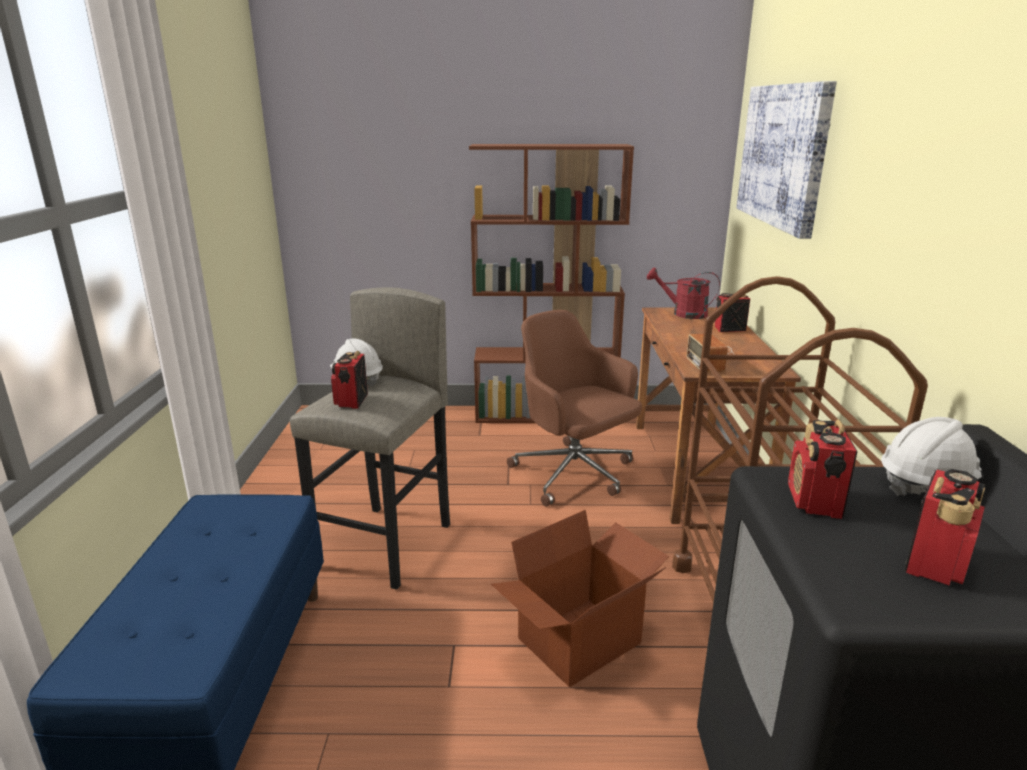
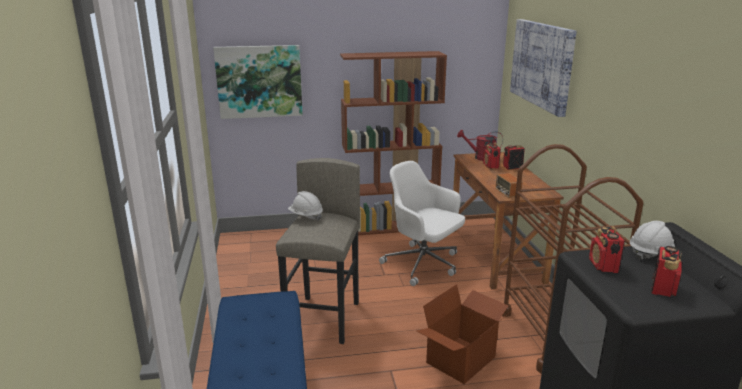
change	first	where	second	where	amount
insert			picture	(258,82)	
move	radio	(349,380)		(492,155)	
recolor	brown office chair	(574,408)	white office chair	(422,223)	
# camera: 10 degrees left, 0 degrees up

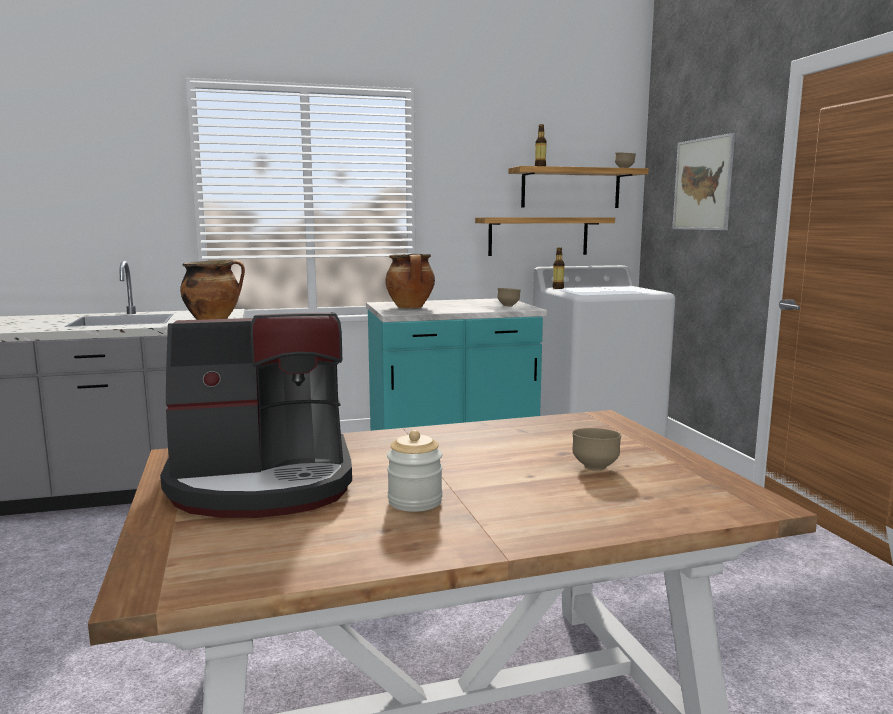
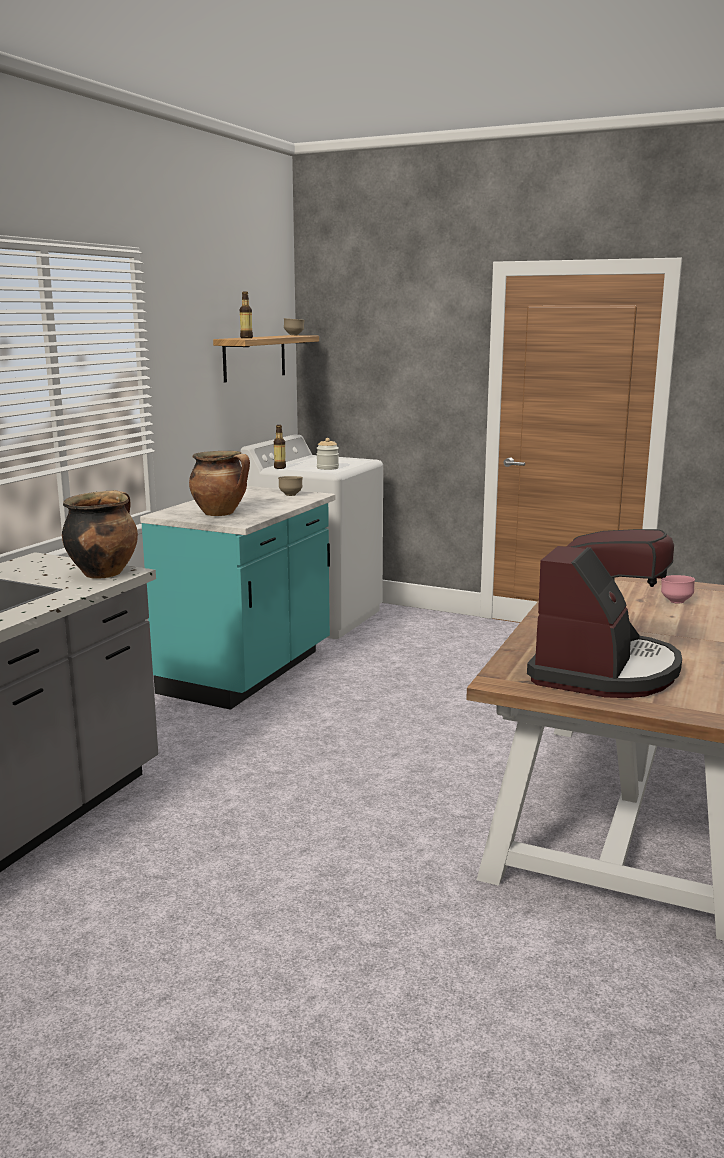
change	first	where	second	where	amount
delete	shelf	(545,236)			
delete	picture	(703,181)			
move	jar	(415,471)		(327,454)	
recolor	brown bowl	(597,449)	pink bowl	(678,589)	
# camera: 50 degrees left, 5 degrees up

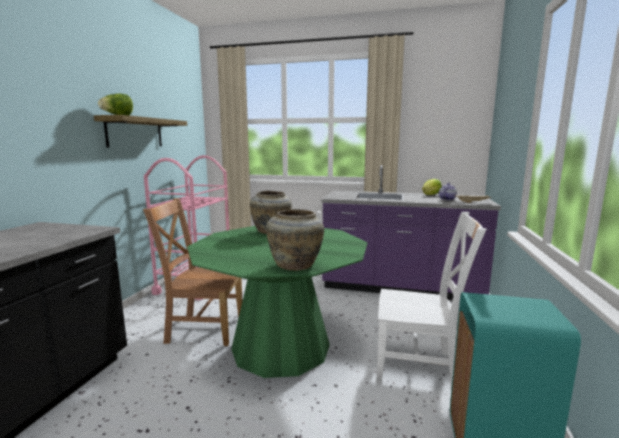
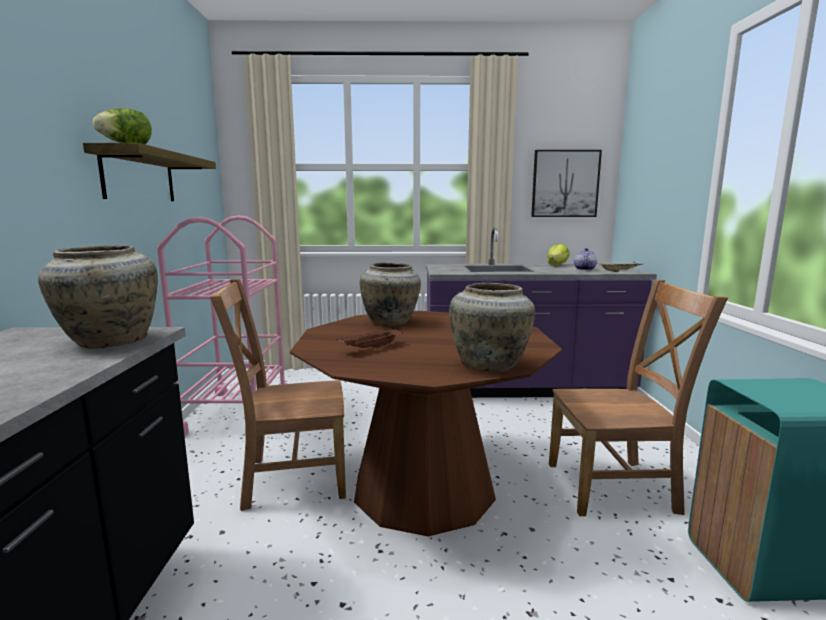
change	first	where	second	where	amount
insert			beige vase	(98,297)	
insert			brown tray	(370,338)	
insert			picture	(566,183)	
recolor	green dining table	(277,302)	brown dining table	(426,423)	
recolor	white chair	(431,300)	brown chair	(638,397)	
# camera: 15 degrees left, 0 degrees up

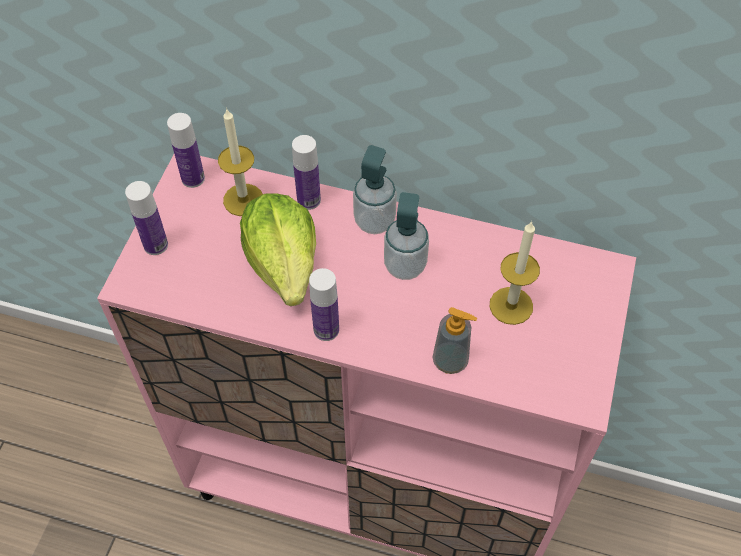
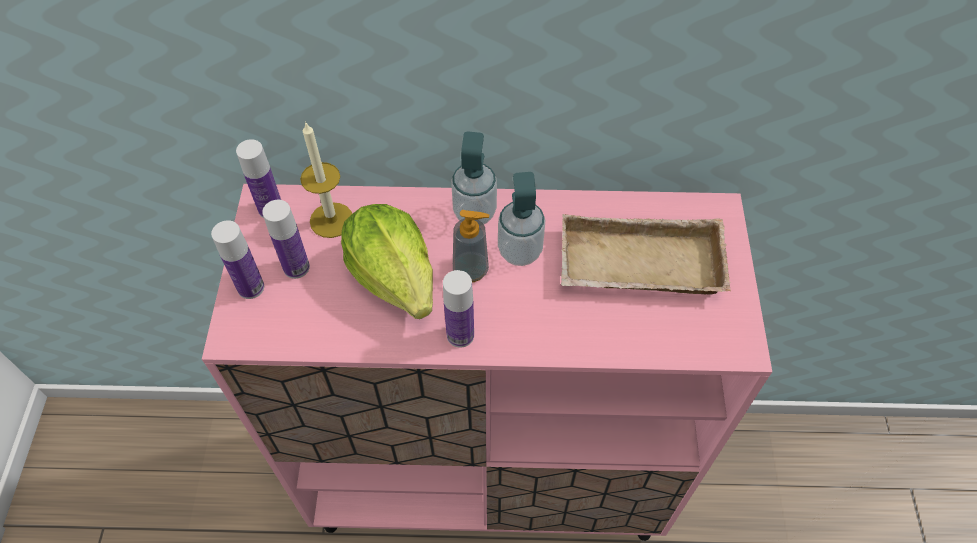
change	first	where	second	where	amount
move	bottle	(306,172)		(286,239)	
move	soap dispenser	(454,340)		(471,246)	
replace	candle	(515,273)	beige tray	(646,254)	
# camera: 15 degrees left, 0 degrees up

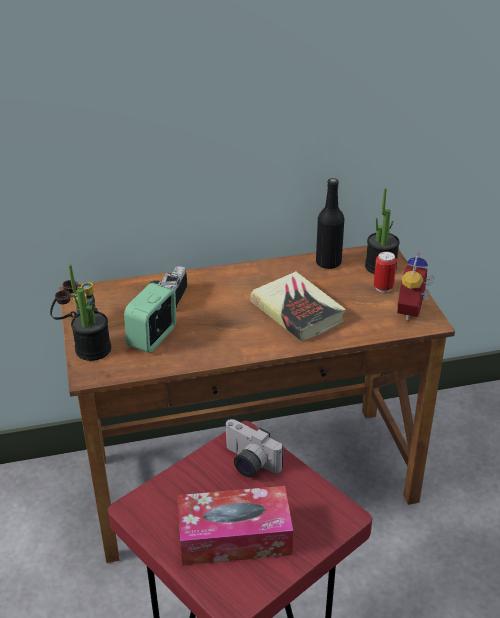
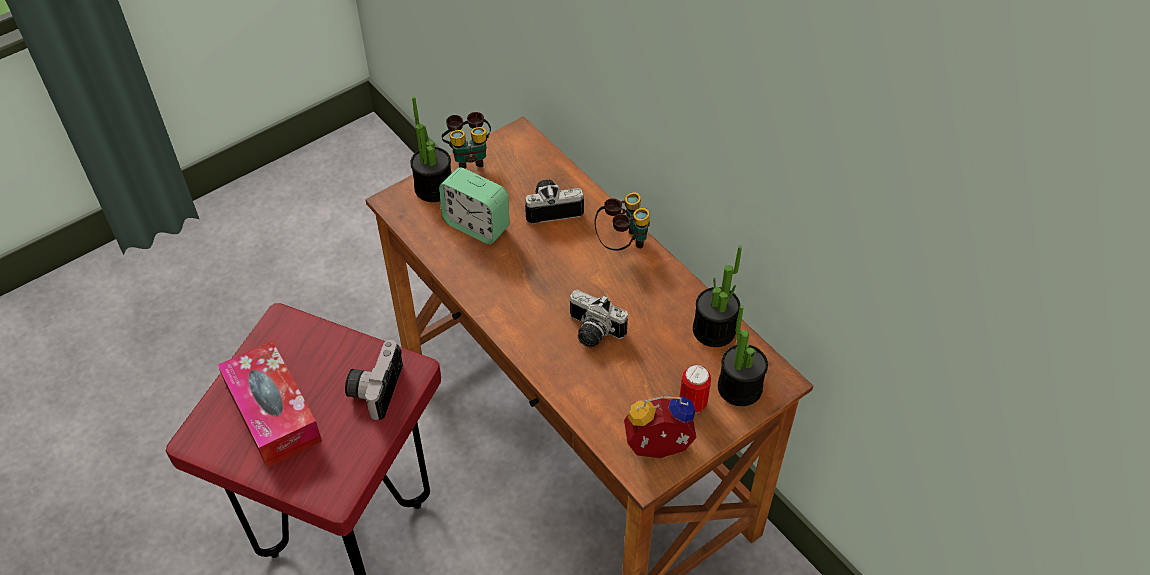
change	first	where	second	where	amount
insert			binoculars	(622,221)	
replace	book	(298,306)	photo camera	(598,319)	
replace	black bottle	(330,223)	potted plant	(717,296)	
rotate	alarm clock	(150,318)		(474,205)	150 degrees counterclockwise
# camera: 65 degrees right, 15 degrees up

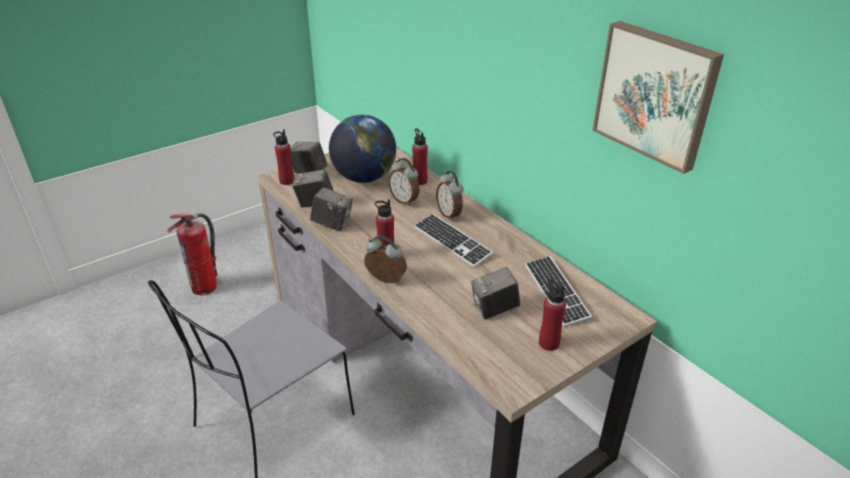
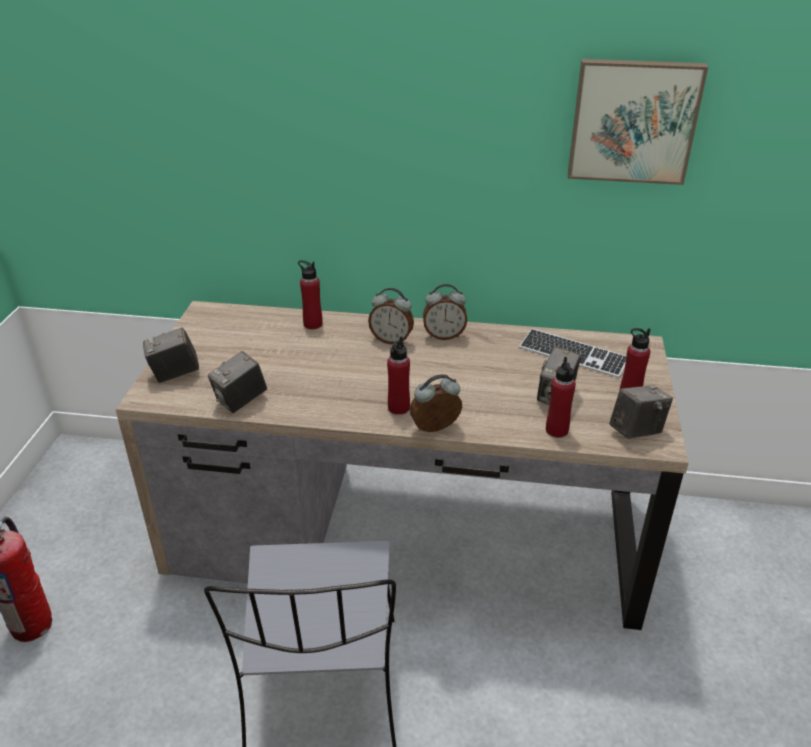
change	first	where	second	where	amount
delete	globe	(362,149)			
delete	keyboard	(453,240)			
move	red bottle	(283,157)		(561,397)	
move	photo camera	(331,209)		(641,412)	
move	alarm clock	(404,182)		(445,312)	
# camera: 45 degrees left, 0 degrees up

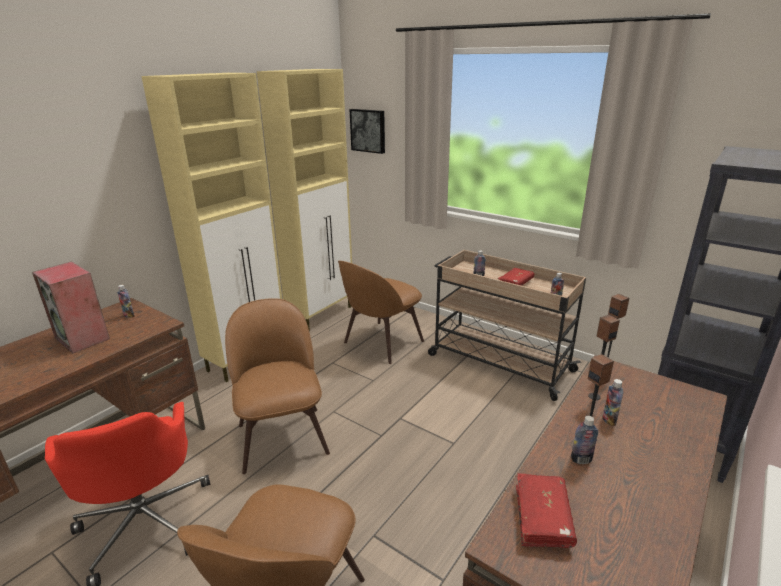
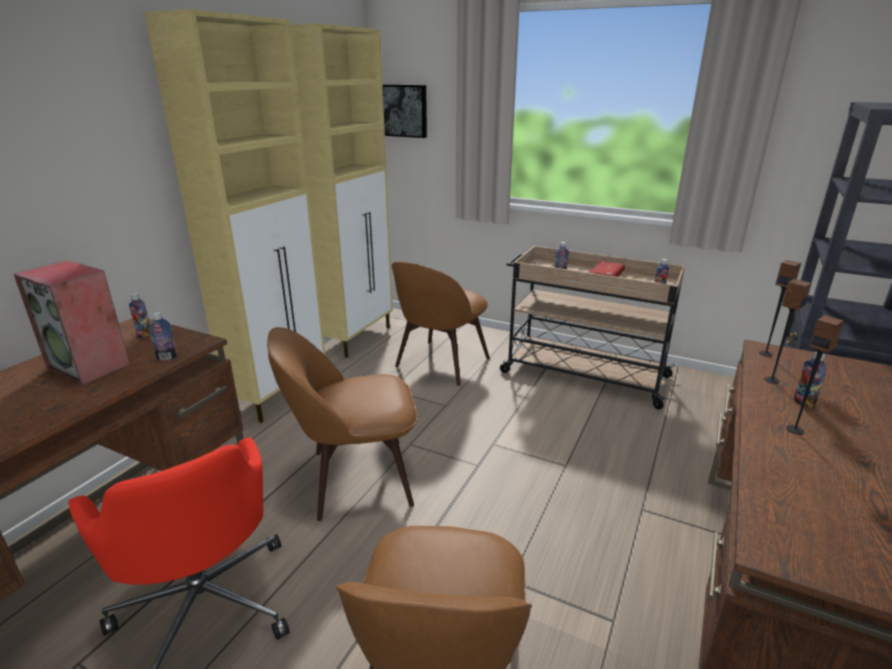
change	first	where	second	where	amount
delete	red book	(546,511)			
move	bottle	(584,440)		(163,336)	
rotate	brown chair	(277,386)		(342,424)	75 degrees counterclockwise
# camera: 10 degrees left, 0 degrees up

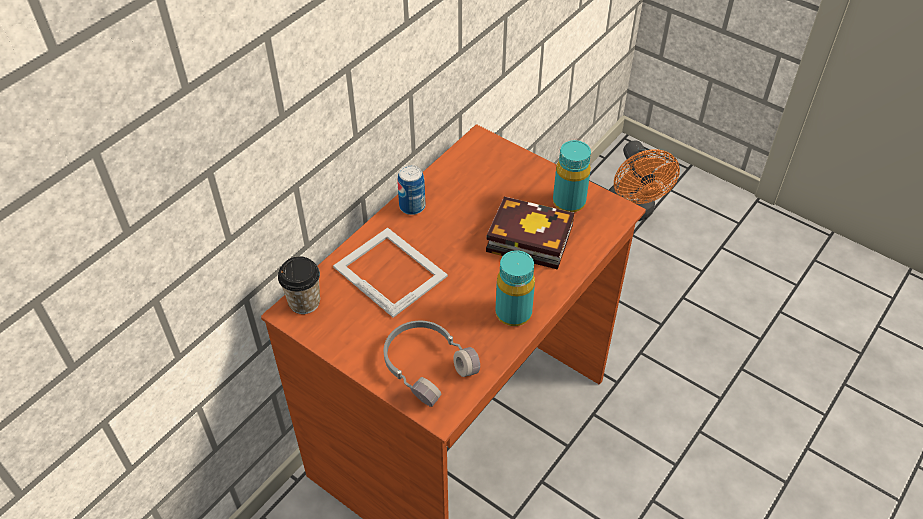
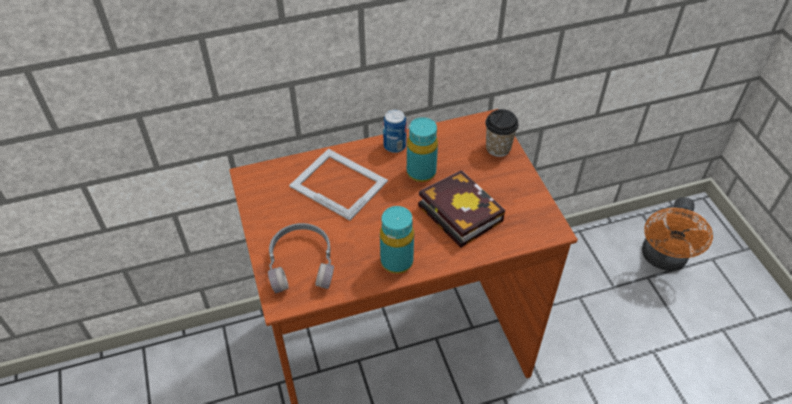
change	first	where	second	where	amount
move	cup	(299,285)		(502,133)	
move	turquoise bottle	(572,176)		(422,149)	
rotate	picture frame	(390,273)		(338,185)	45 degrees counterclockwise
# camera: 35 degrees right, 0 degrees up

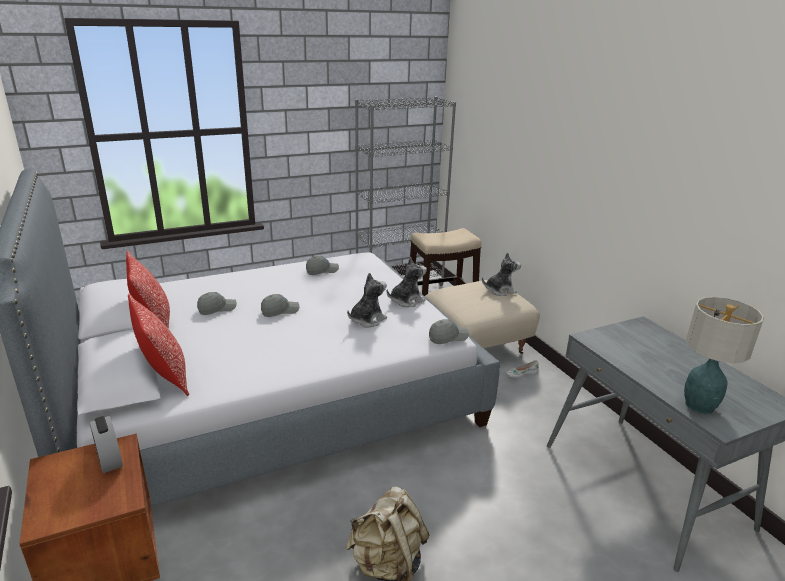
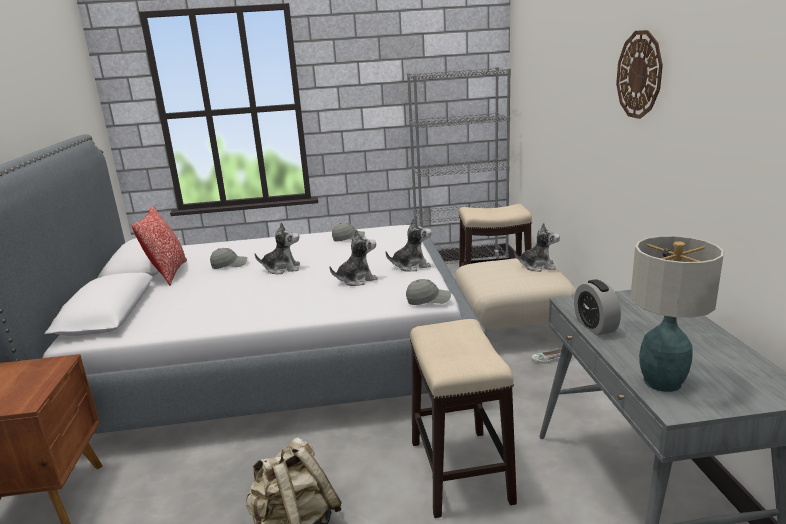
change	first	where	second	where	amount
delete	pillow	(158,345)			
insert			stool	(463,418)	
insert			wall clock	(639,74)	
move	alarm clock	(106,444)		(597,307)	
replace	grey cap	(280,305)	plush toy	(277,248)	
# camera: 20 degrees right, 5 degrees down

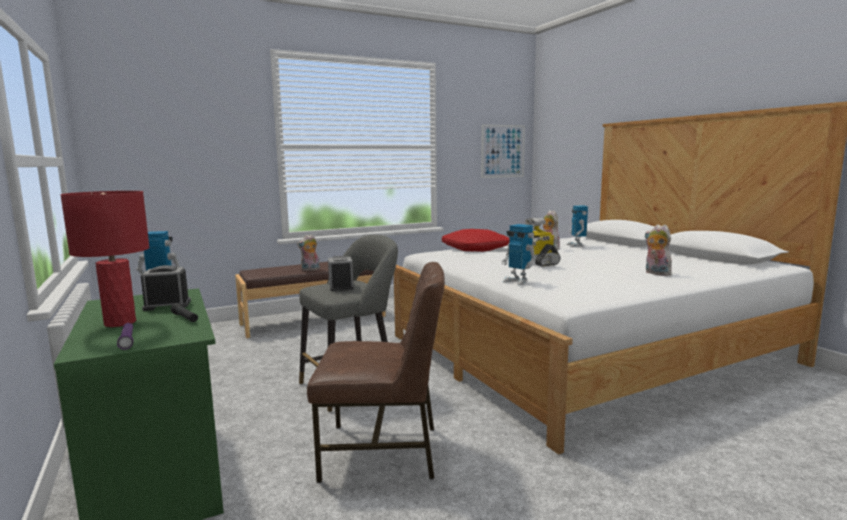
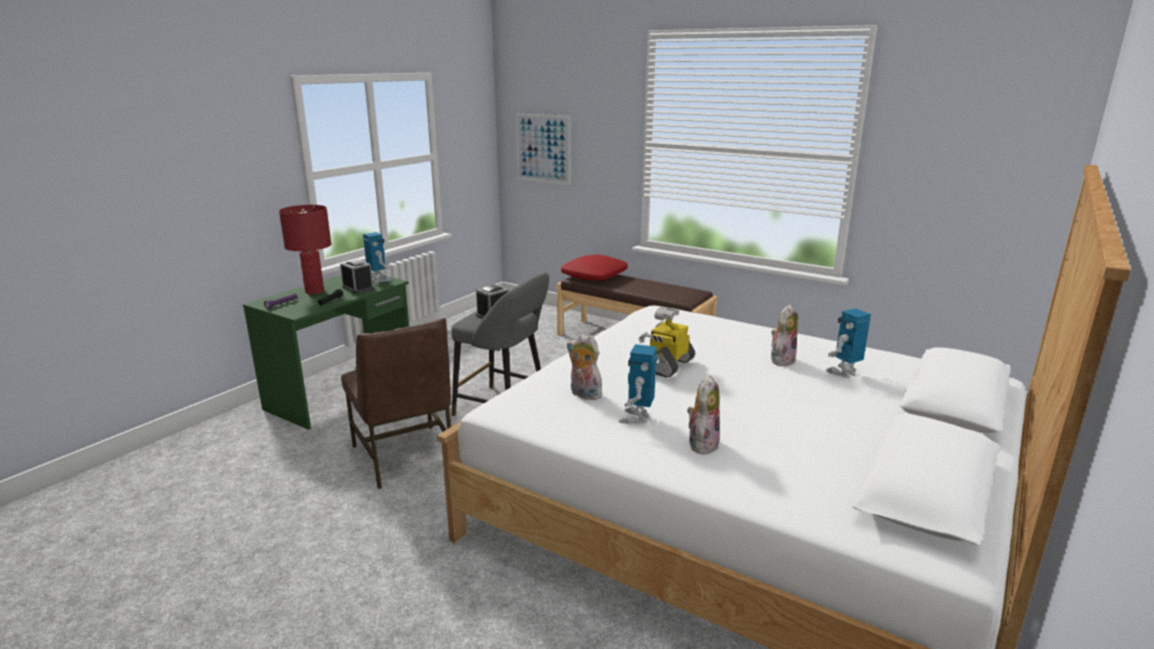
change	first	where	second	where	amount
move	plush toy	(308,253)		(585,366)	
move	red pillow	(475,240)		(594,268)	
move	picture	(503,151)		(543,149)	
move	toy robot	(519,255)		(638,384)	
# camera: 60 degrees right, 10 degrees up

